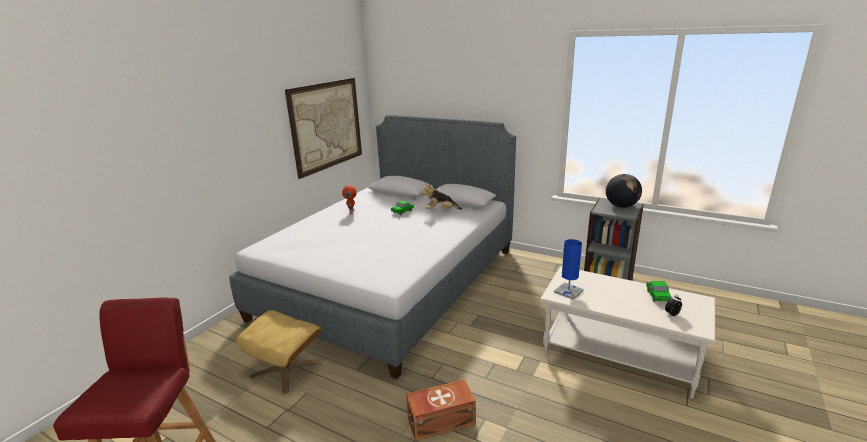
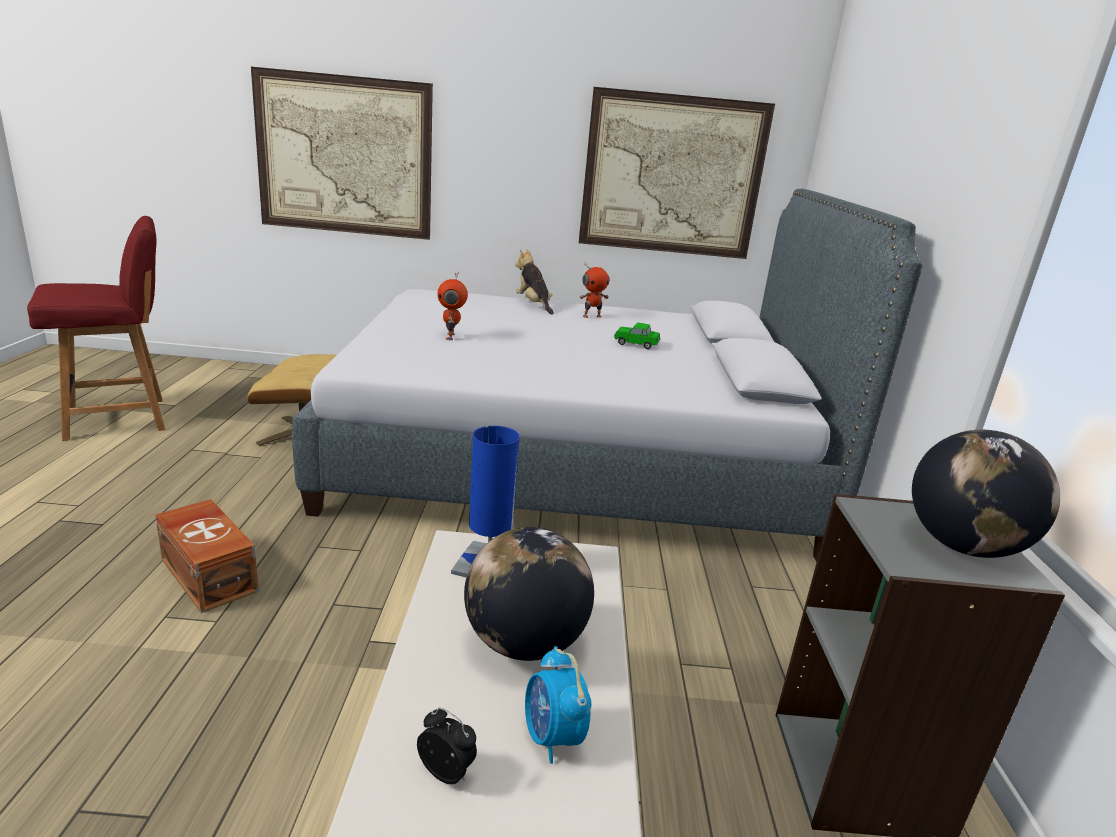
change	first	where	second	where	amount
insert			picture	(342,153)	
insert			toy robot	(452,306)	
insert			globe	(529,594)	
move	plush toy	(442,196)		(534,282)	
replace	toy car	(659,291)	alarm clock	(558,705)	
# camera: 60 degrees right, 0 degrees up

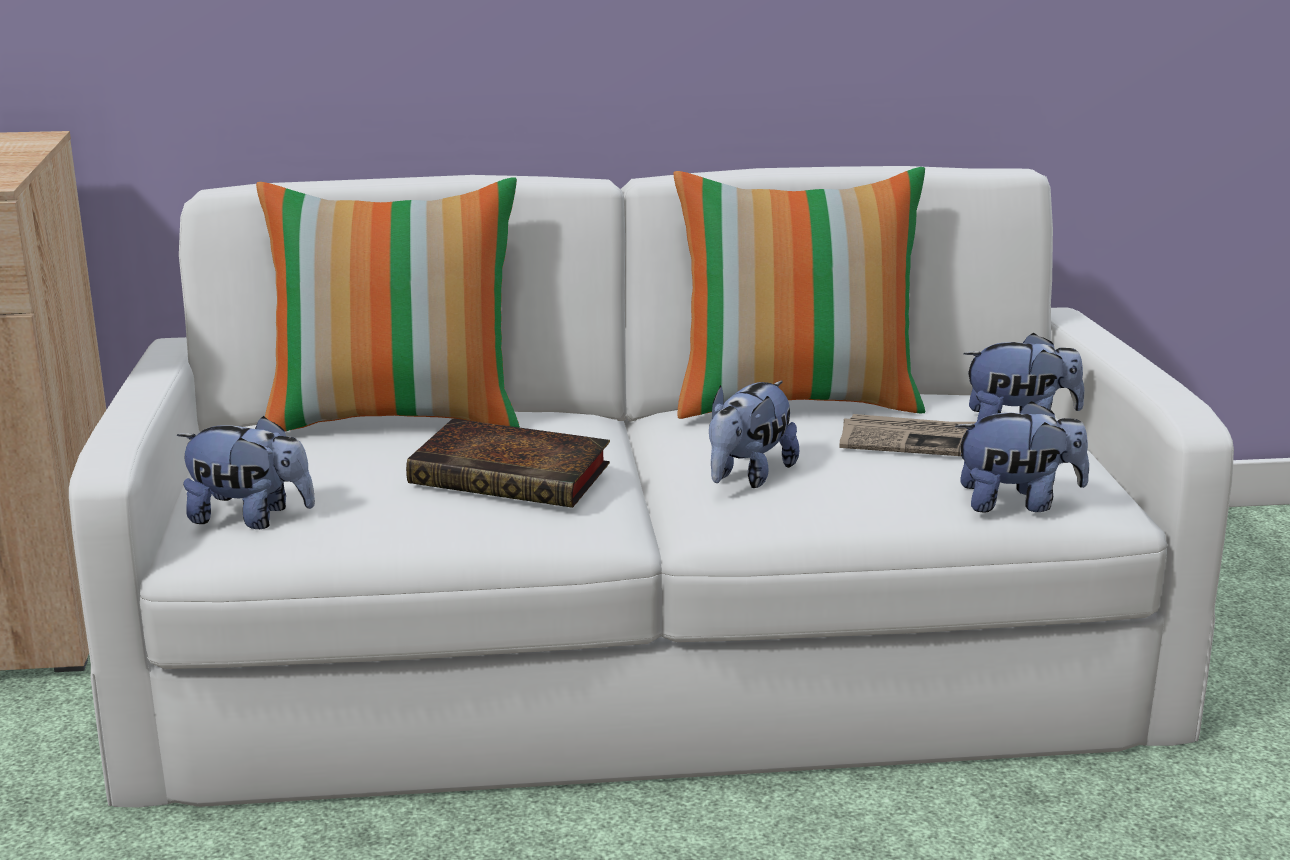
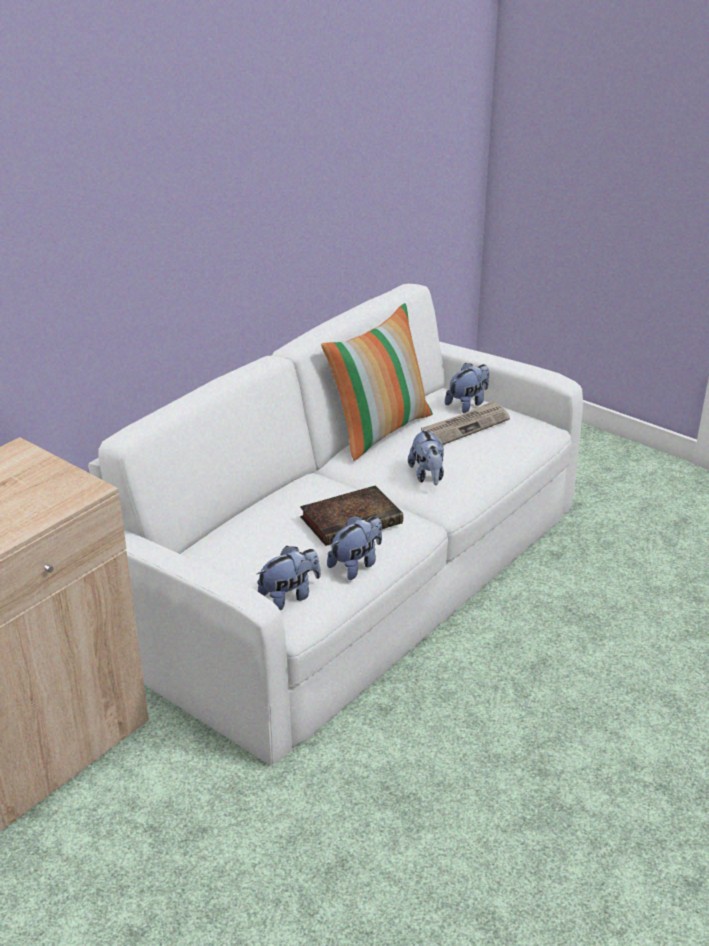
change	first	where	second	where	amount
delete	pillow	(388,304)			
move	plush toy	(1022,456)		(354,548)	
# camera: 45 degrees left, 10 degrees up

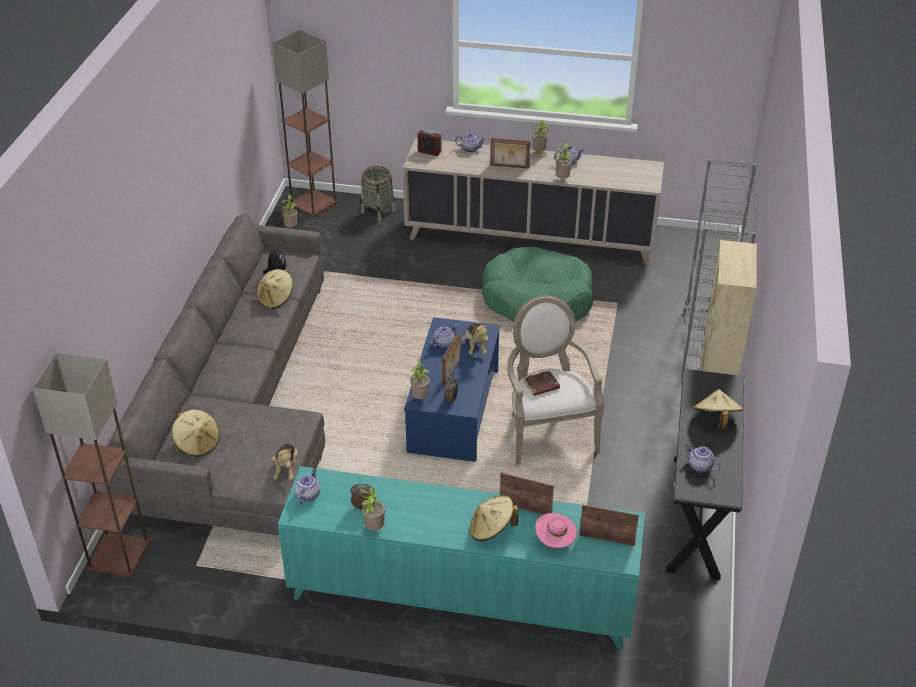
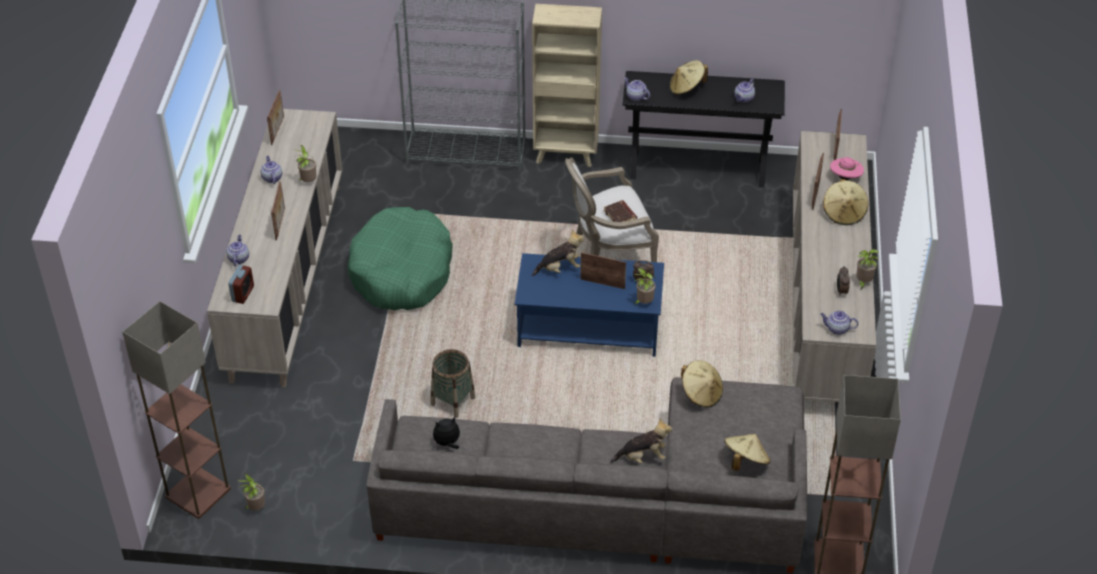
change	first	where	second	where	amount
delete	potted plant	(540,137)			
insert			picture frame	(275,117)	
move	beige hat	(274,289)		(702,384)	
move	plush toy	(284,461)		(641,441)	
move	basket	(378,193)		(453,383)	
move	teapot	(444,336)		(637,89)	
recolor	turquoise cabinet	(461,557)	beige cabinet	(834,266)	
# camera: 95 degrees left, 5 degrees up

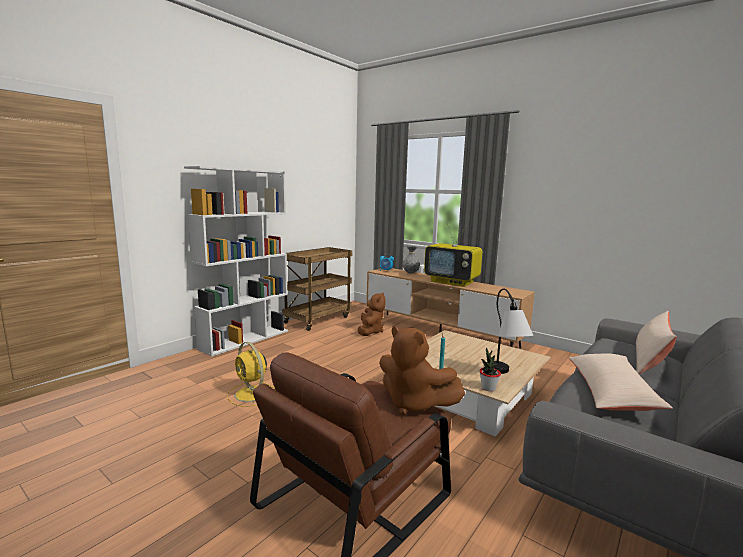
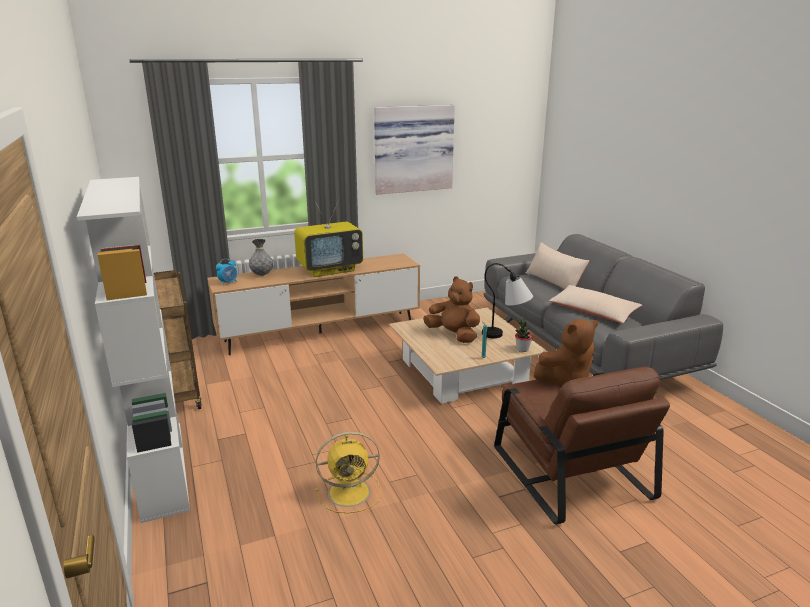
change	first	where	second	where	amount
insert			picture	(414,150)	
move	brown plush toy	(371,314)		(451,309)	
# camera: 60 degrees left, 10 degrees up

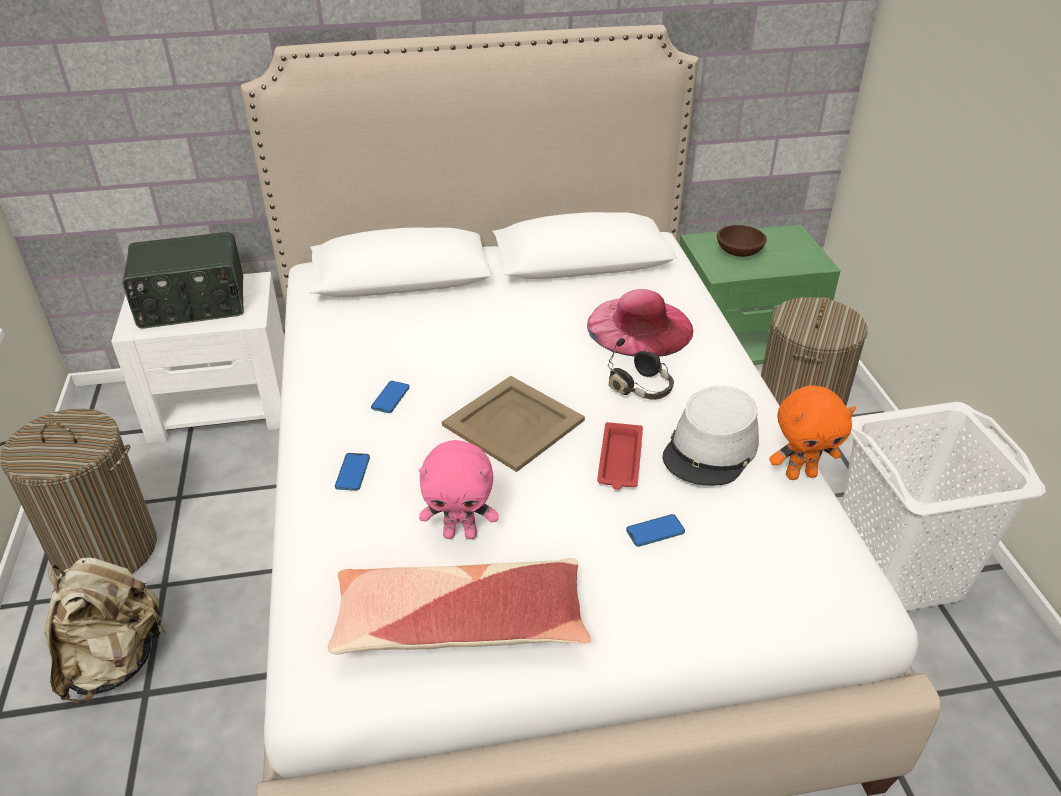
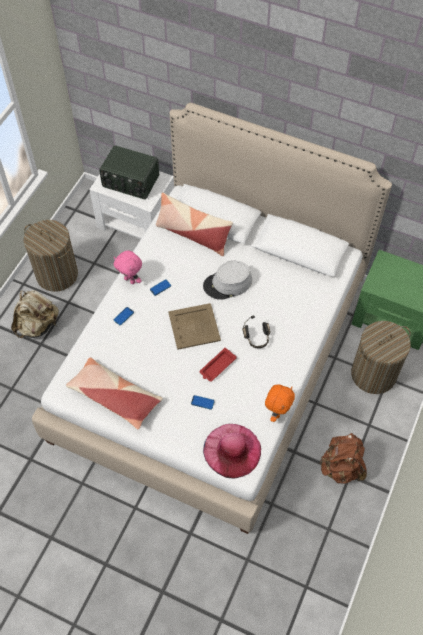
change	first	where	second	where	amount
delete	brown bowl	(742,241)			
insert			pillow	(194,224)	
move	pink plush toy	(459,489)		(128,267)	
move	pink hat	(640,323)		(232,451)	
move	grey hat	(710,436)		(227,280)	
replace	white laundry basket	(944,506)	brown backpack	(343,458)	
rotate	orange plush toy	(812,432)		(280,403)	90 degrees counterclockwise
# camera: 35 degrees right, 20 degrees up

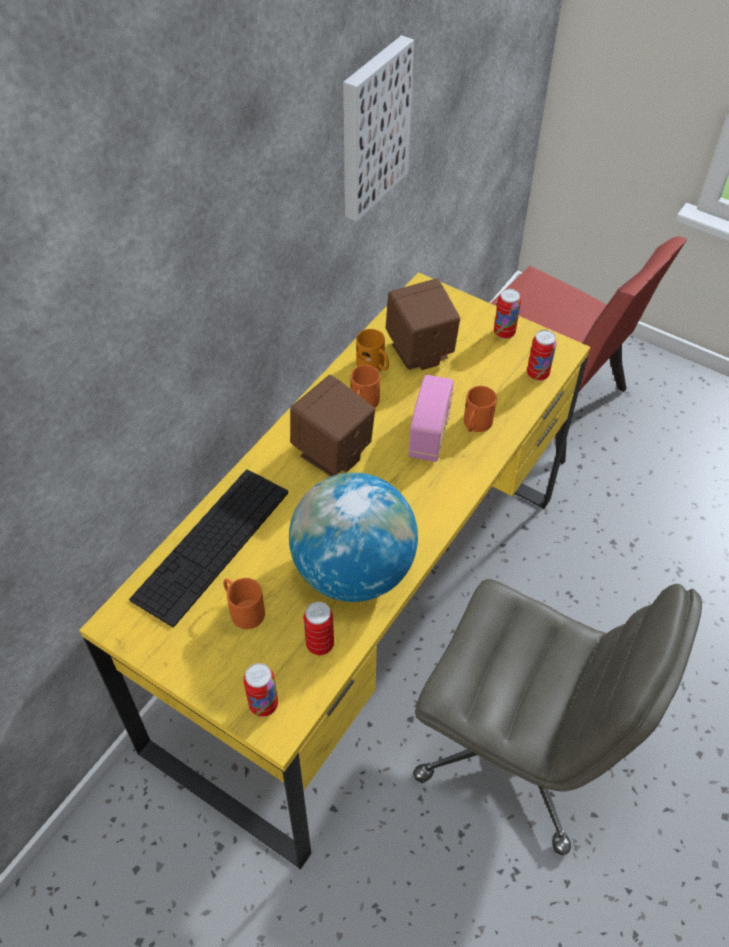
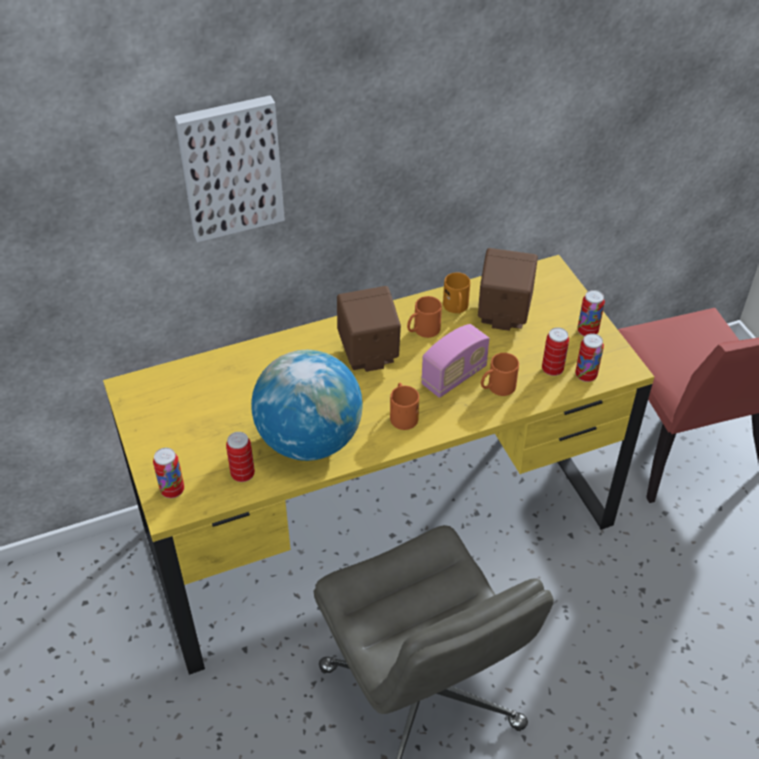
change	first	where	second	where	amount
delete	keyboard	(208,548)			
insert			can	(555,351)	
move	orange mug	(244,603)		(404,406)	
move	picture	(378,128)		(230,168)	
# camera: 35 degrees right, 5 degrees down

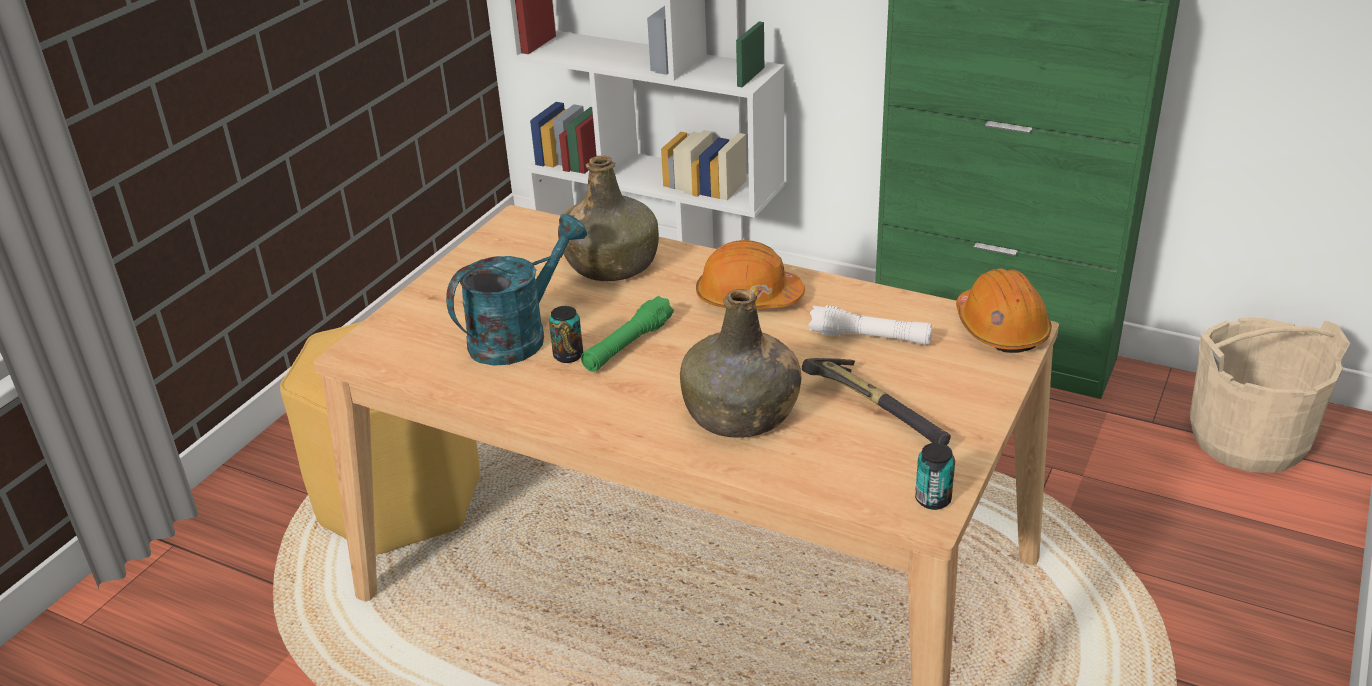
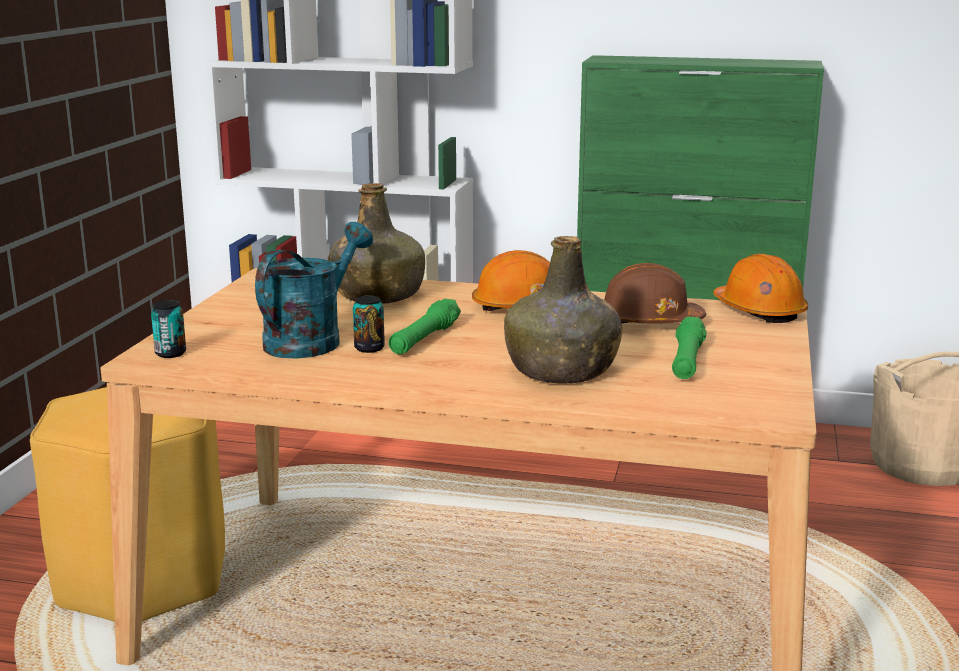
change	first	where	second	where	amount
move	can	(935,476)		(168,329)	
replace	hammer	(876,402)	green flashlight	(689,348)	
replace	white flashlight	(870,325)	brown hard hat	(655,293)	
# camera: 15 degrees left, 15 degrees down

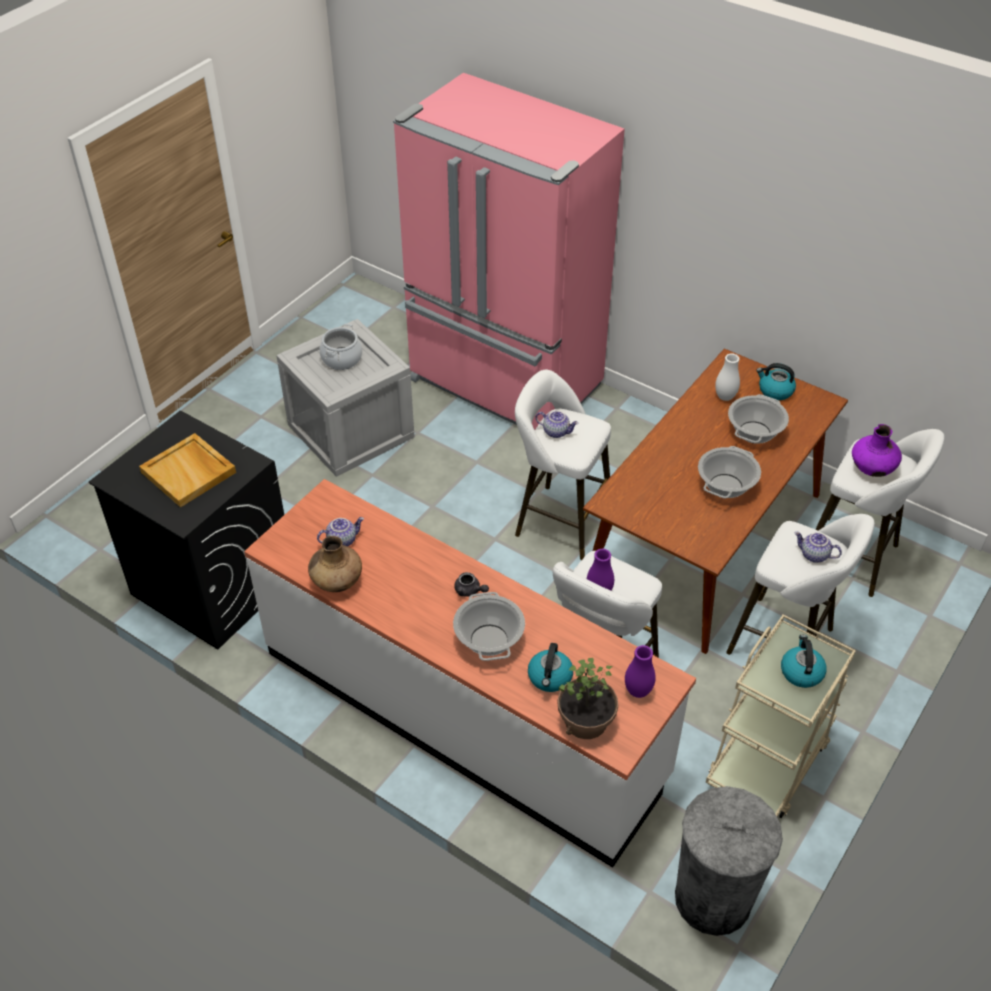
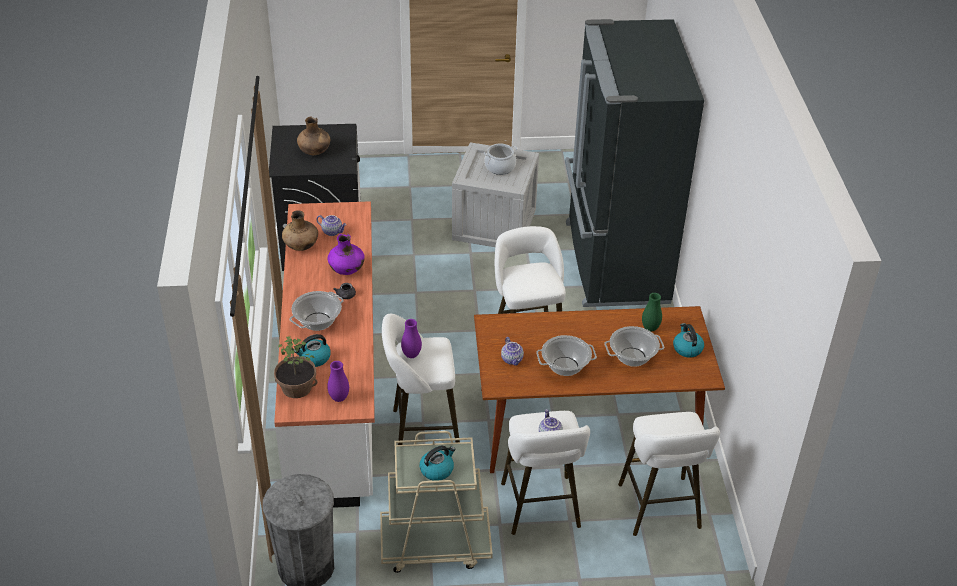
change	first	where	second	where	amount
move	teapot	(556,424)		(512,351)	
move	purple vase	(877,450)		(346,254)	
replace	beige tray	(187,470)	brown vase	(313,135)	
recolor	pink fridge	(509,251)	black fridge	(634,163)	
recolor	white vase	(727,377)	green vase	(652,312)	
# camera: 50 degrees right, 5 degrees down

